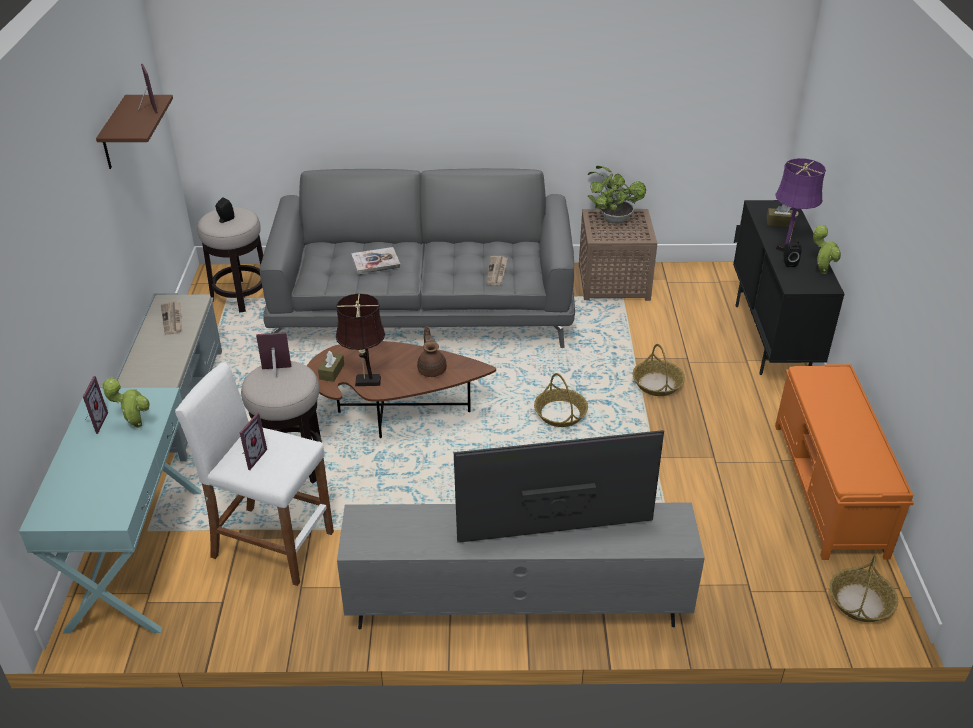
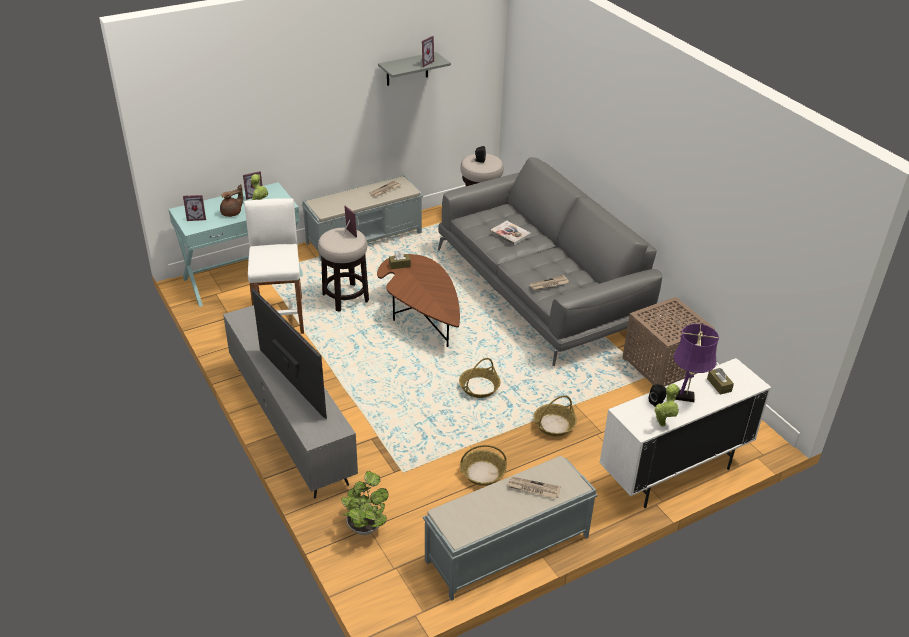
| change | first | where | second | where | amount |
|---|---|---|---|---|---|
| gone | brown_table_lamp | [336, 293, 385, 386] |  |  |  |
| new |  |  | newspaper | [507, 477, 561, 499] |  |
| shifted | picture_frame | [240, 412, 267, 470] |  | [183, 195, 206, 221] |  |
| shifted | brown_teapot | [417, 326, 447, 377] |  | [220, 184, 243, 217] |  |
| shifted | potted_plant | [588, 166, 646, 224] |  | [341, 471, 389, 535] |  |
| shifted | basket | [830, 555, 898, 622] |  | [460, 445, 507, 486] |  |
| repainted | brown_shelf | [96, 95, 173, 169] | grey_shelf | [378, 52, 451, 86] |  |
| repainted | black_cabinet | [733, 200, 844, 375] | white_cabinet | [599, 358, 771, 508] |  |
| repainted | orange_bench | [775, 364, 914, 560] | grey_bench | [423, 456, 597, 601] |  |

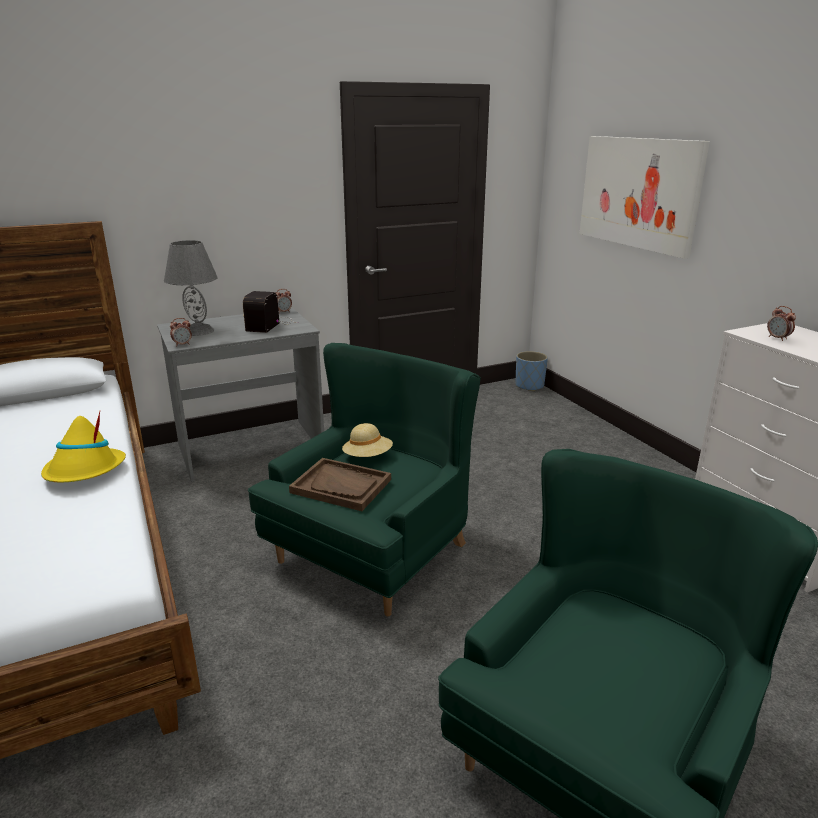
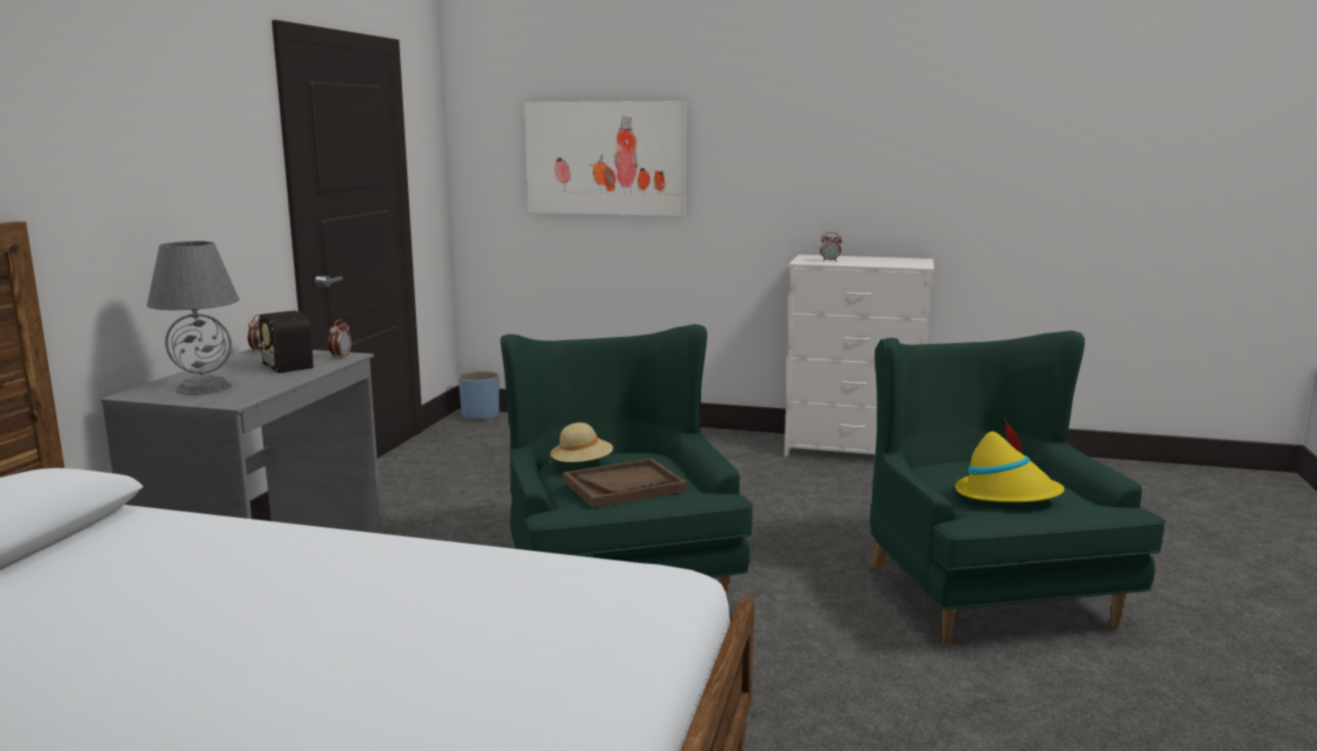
| change | first | where | second | where | amount |
|---|---|---|---|---|---|
| shifted | yellow_hat | [41, 411, 126, 482] |  | [955, 419, 1064, 502] |  |
| shifted | alarm_clock | [170, 318, 192, 346] |  | [328, 320, 352, 359] |  |

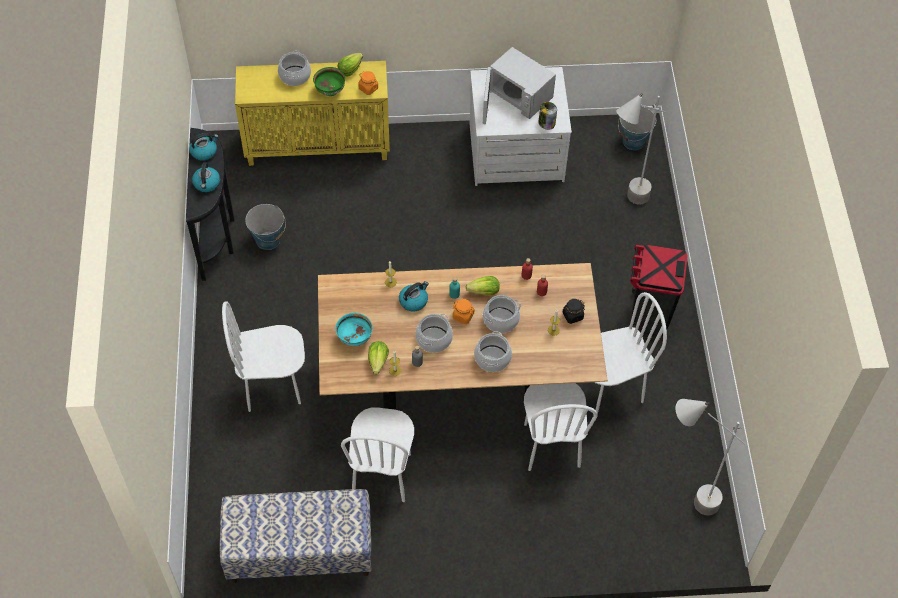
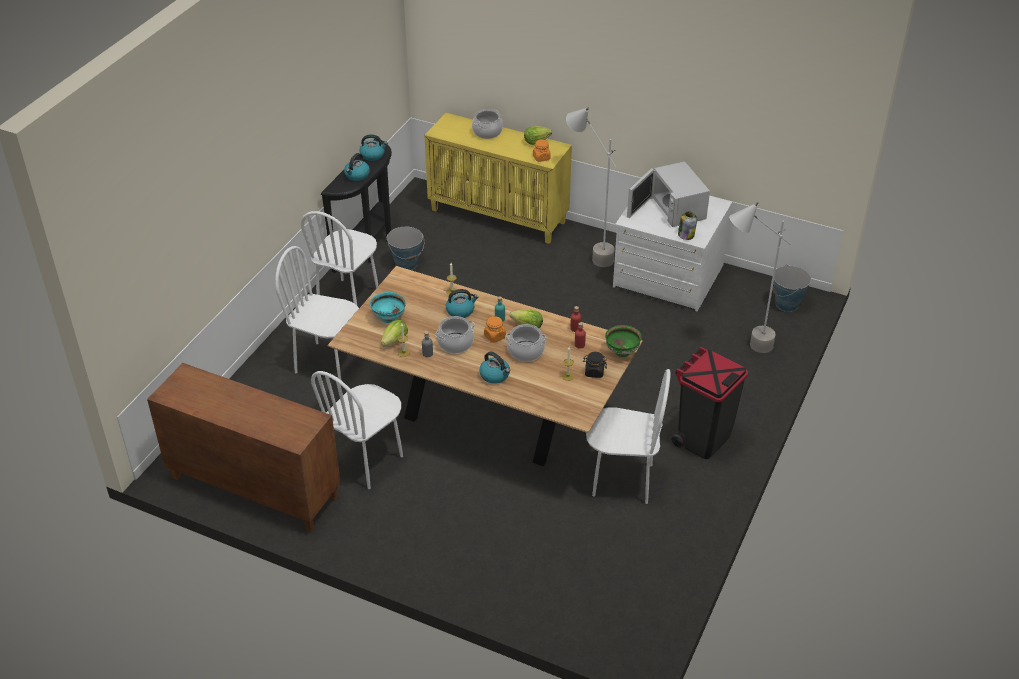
| change | first | where | second | where | amount |
|---|---|---|---|---|---|
| shifted | green_bowl | [313, 67, 345, 96] |  | [605, 325, 642, 357] |  |
| shifted | white_chair | [524, 383, 597, 471] |  | [301, 211, 378, 305] |  |
| shifted | grey_floor_lamp | [676, 399, 745, 515] |  | [566, 108, 616, 267] |  |
| swapped | bench | [220, 489, 371, 583] | brown_cabinet | [147, 363, 341, 532] |  |
| swapped | cooking_pot | [474, 331, 512, 372] | kettle | [479, 352, 510, 384] |  |

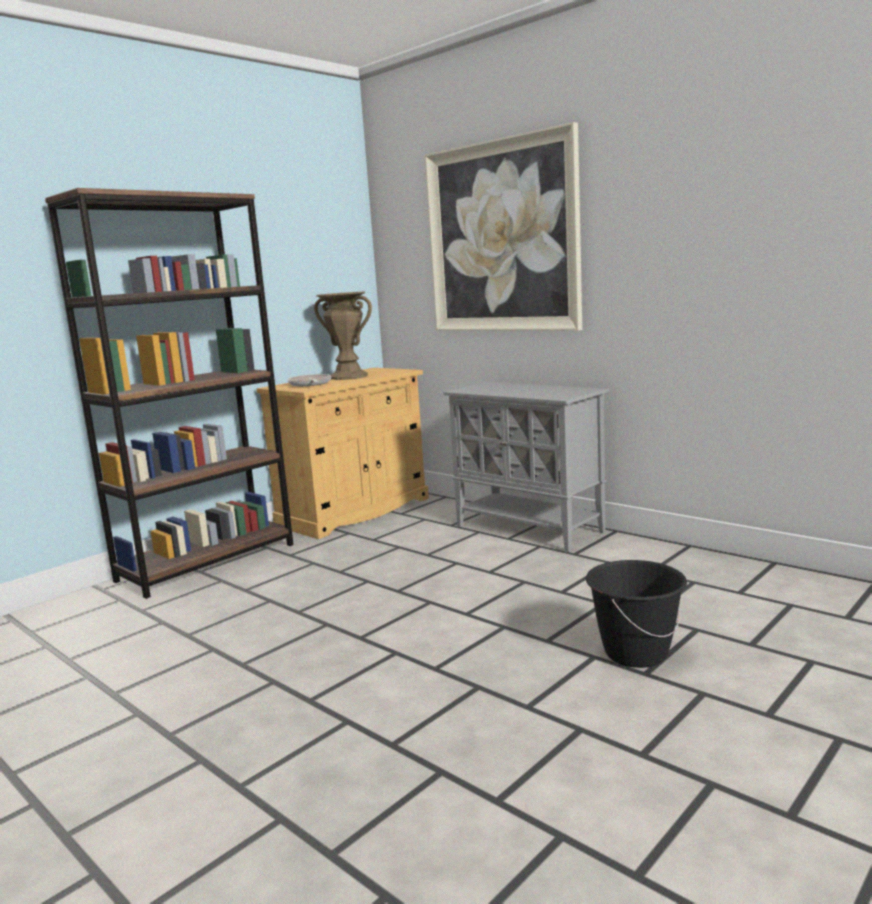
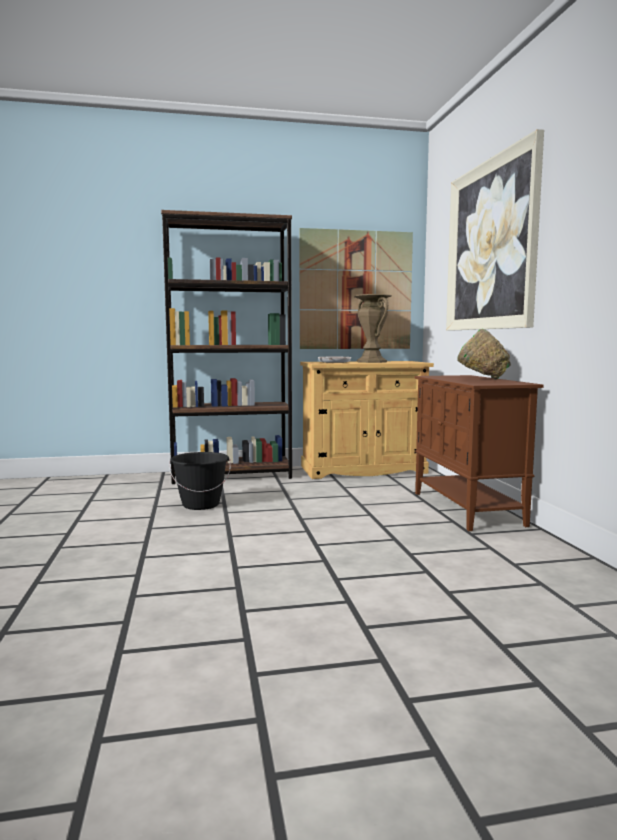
| change | first | where | second | where | amount |
|---|---|---|---|---|---|
| new |  |  | picture | [300, 228, 413, 349] |  |
| new |  |  | green_bowl | [457, 329, 511, 380] |  |
| shifted | black_bucket | [586, 560, 687, 668] |  | [169, 452, 231, 510] |  |
| repainted | grey_cabinet | [443, 382, 609, 552] | brown_cabinet | [414, 375, 544, 531] |  |

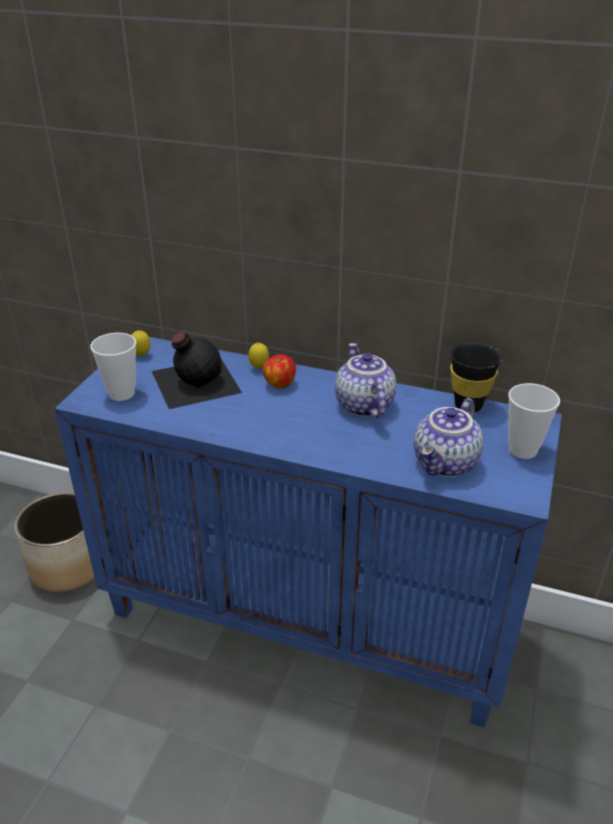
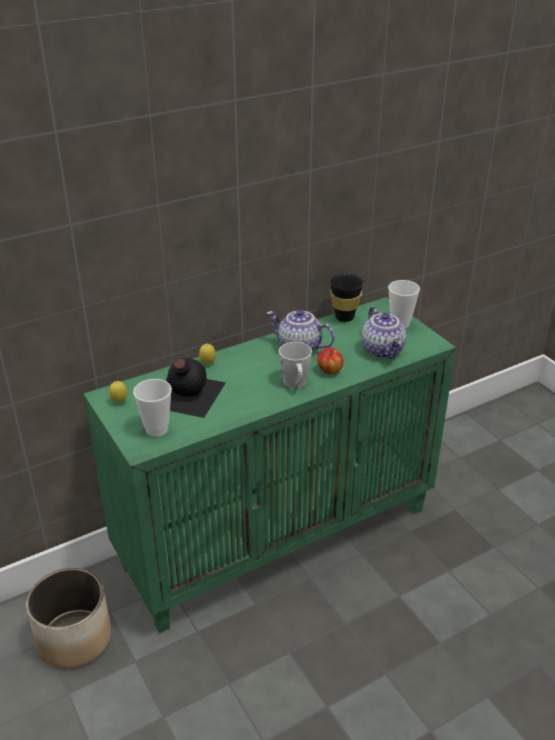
| change | first | where | second | where | amount |
|---|---|---|---|---|---|
| new |  |  | grey_mug | [279, 342, 312, 388] |  |
| shifted | apple | [263, 354, 296, 389] |  | [317, 348, 344, 374] |  |
| repainted | blue_cabinet | [54, 337, 562, 727] | green_cabinet | [84, 297, 456, 633] |  |

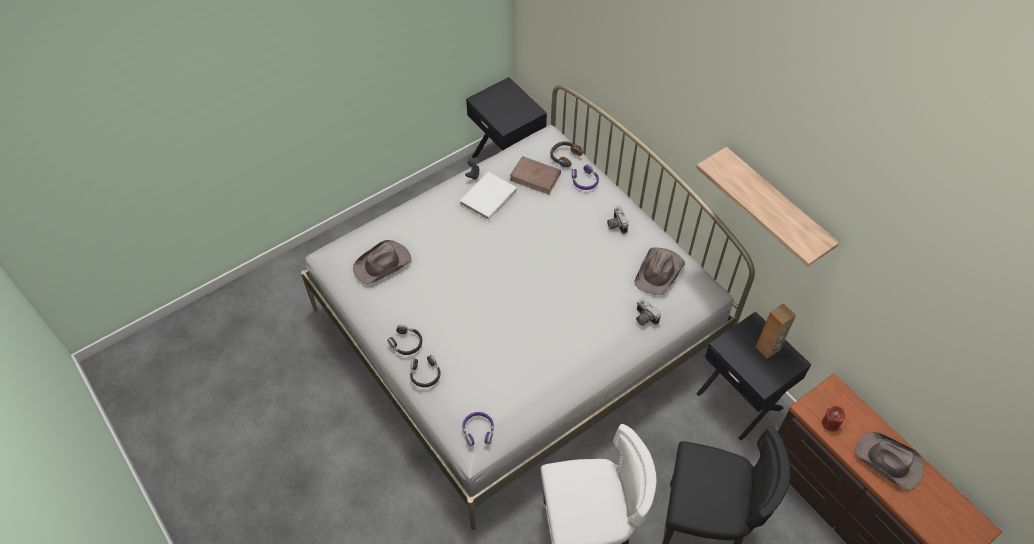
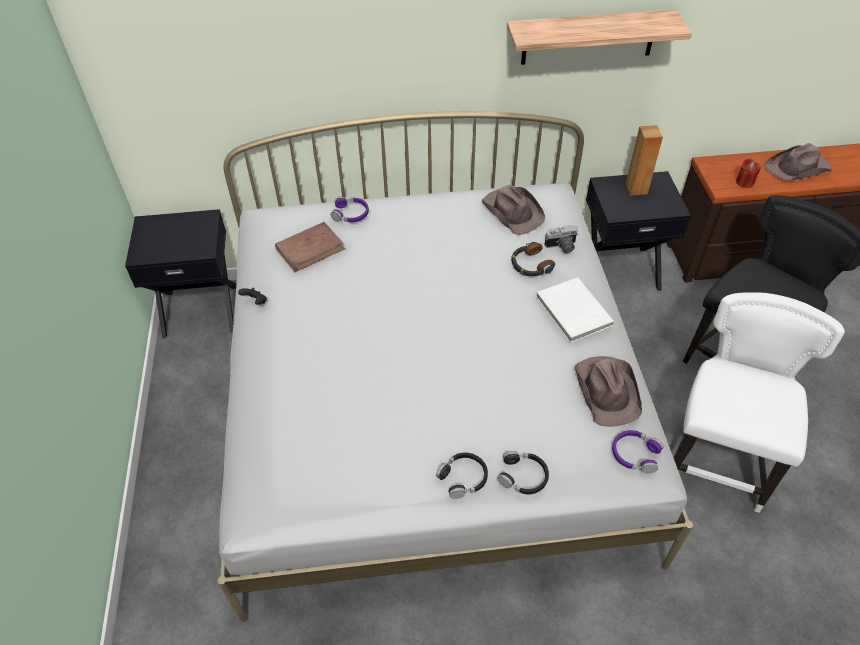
| change | first | where | second | where | amount |
|---|---|---|---|---|---|
| gone | photo_camera | [607, 206, 629, 234] |  |  |  |
| shifted | brown_hat | [353, 240, 412, 284] |  | [575, 356, 642, 427] |  |
| shifted | white_book | [460, 172, 517, 220] |  | [536, 277, 614, 343] |  |
| shifted | headphones | [550, 141, 583, 167] |  | [511, 242, 555, 277] |  |

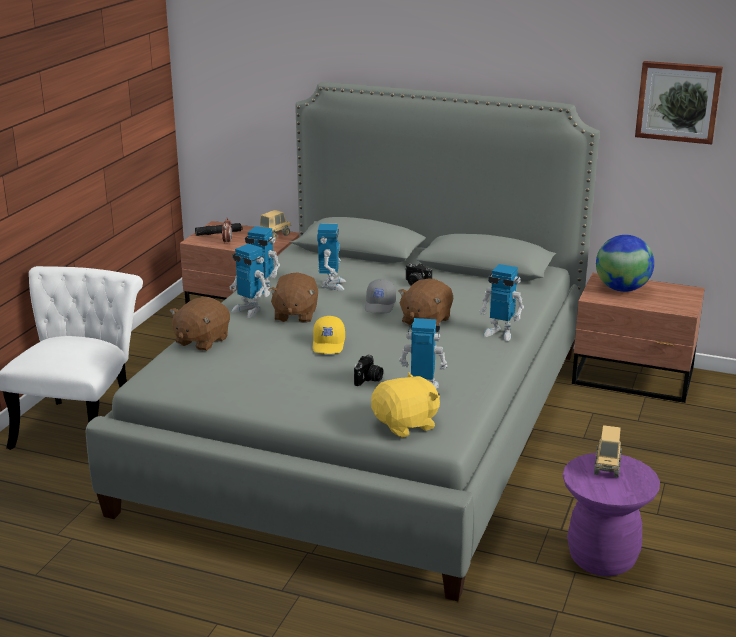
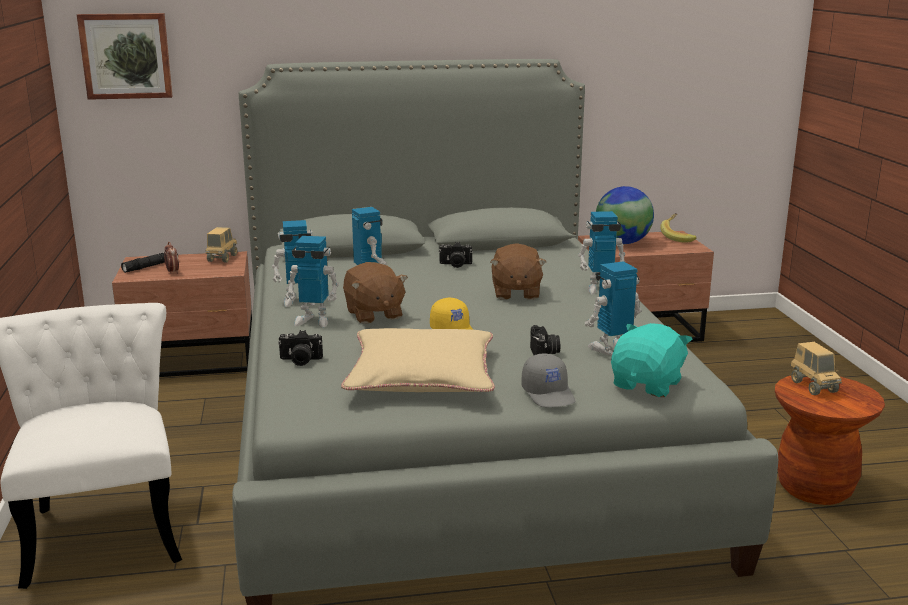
| change | first | where | second | where | amount |
|---|---|---|---|---|---|
| new |  |  | beige_pillow | [341, 328, 495, 392] |  |
| new |  |  | banana | [660, 213, 697, 242] |  |
| shifted | grey_cap | [365, 279, 396, 313] |  | [521, 353, 575, 407] |  |
| shifted | picture | [635, 61, 723, 144] |  | [77, 13, 173, 100] |  |
| swapped | brown_plush_toy | [170, 297, 230, 351] | photo_camera | [278, 330, 323, 366] |  |
| repainted | yellow_plush_toy | [371, 373, 440, 438] | turquoise_plush_toy | [611, 323, 692, 397] |  |
| repainted | purple_stool | [563, 453, 660, 576] | brown_stool | [775, 376, 885, 505] |  |

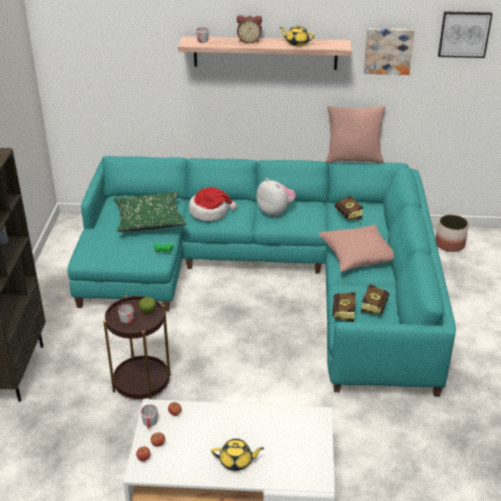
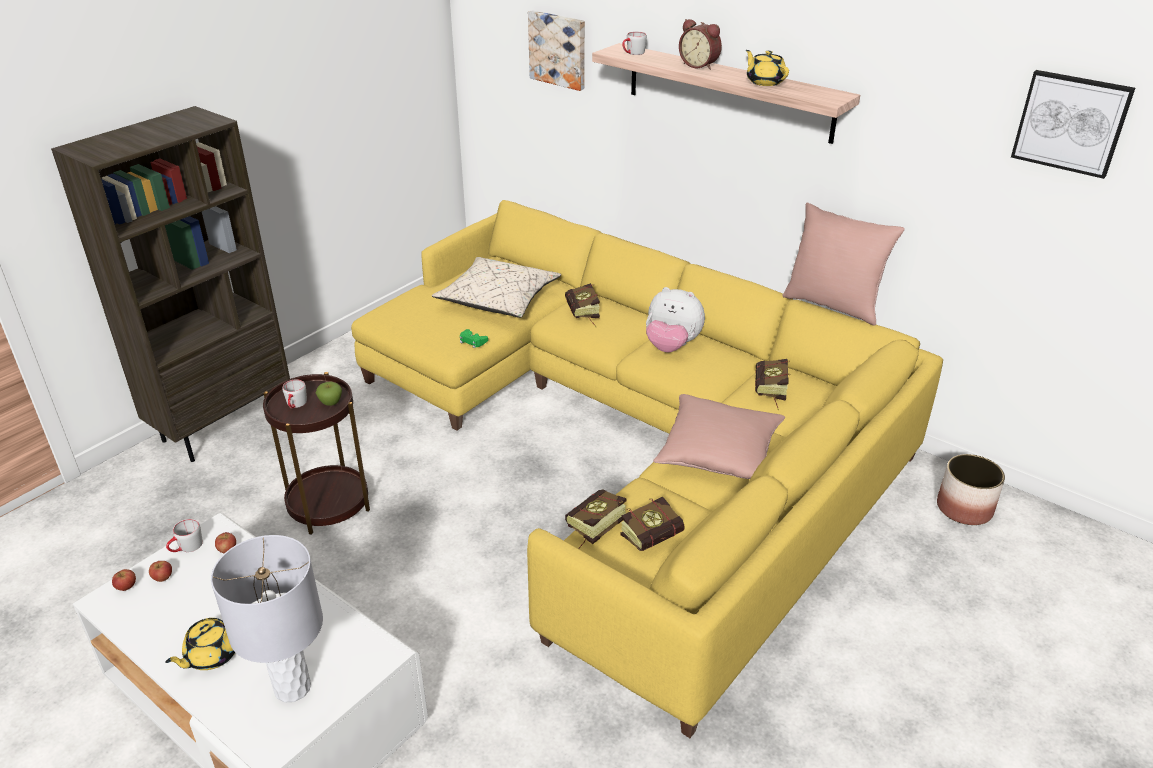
| change | first | where | second | where | amount |
|---|---|---|---|---|---|
| new |  |  | grey_table_lamp | [211, 535, 323, 703] |  |
| shifted | picture | [364, 28, 415, 75] |  | [528, 10, 585, 91] |  |
| swapped | hat | [189, 187, 237, 221] | book | [565, 283, 600, 327] |  |
| repainted | turquoise_sofa | [67, 156, 456, 397] | yellow_sofa | [351, 200, 943, 738] |  |
| repainted | green_pillow | [114, 192, 187, 232] | beige_pillow | [432, 257, 561, 318] |  |
| rotated | yellow_teapot | [211, 439, 264, 471] |  | [165, 618, 235, 670] | 90 degrees clockwise |
| rotated | plush_toy | [256, 178, 296, 217] |  | [646, 287, 705, 352] | 120 degrees clockwise |

